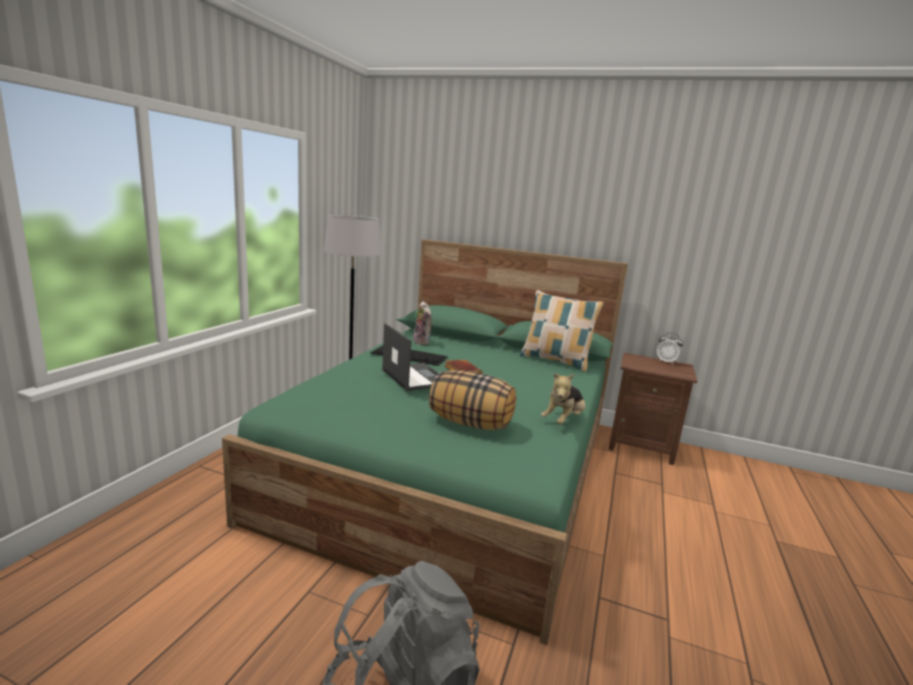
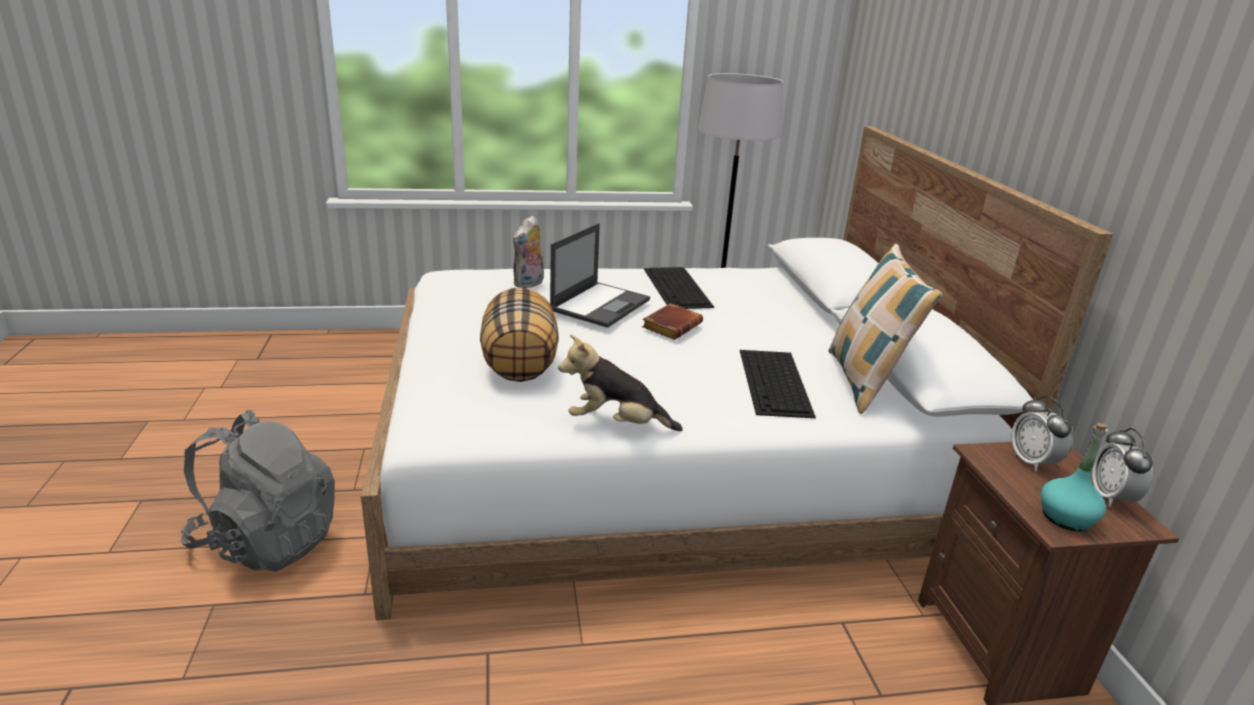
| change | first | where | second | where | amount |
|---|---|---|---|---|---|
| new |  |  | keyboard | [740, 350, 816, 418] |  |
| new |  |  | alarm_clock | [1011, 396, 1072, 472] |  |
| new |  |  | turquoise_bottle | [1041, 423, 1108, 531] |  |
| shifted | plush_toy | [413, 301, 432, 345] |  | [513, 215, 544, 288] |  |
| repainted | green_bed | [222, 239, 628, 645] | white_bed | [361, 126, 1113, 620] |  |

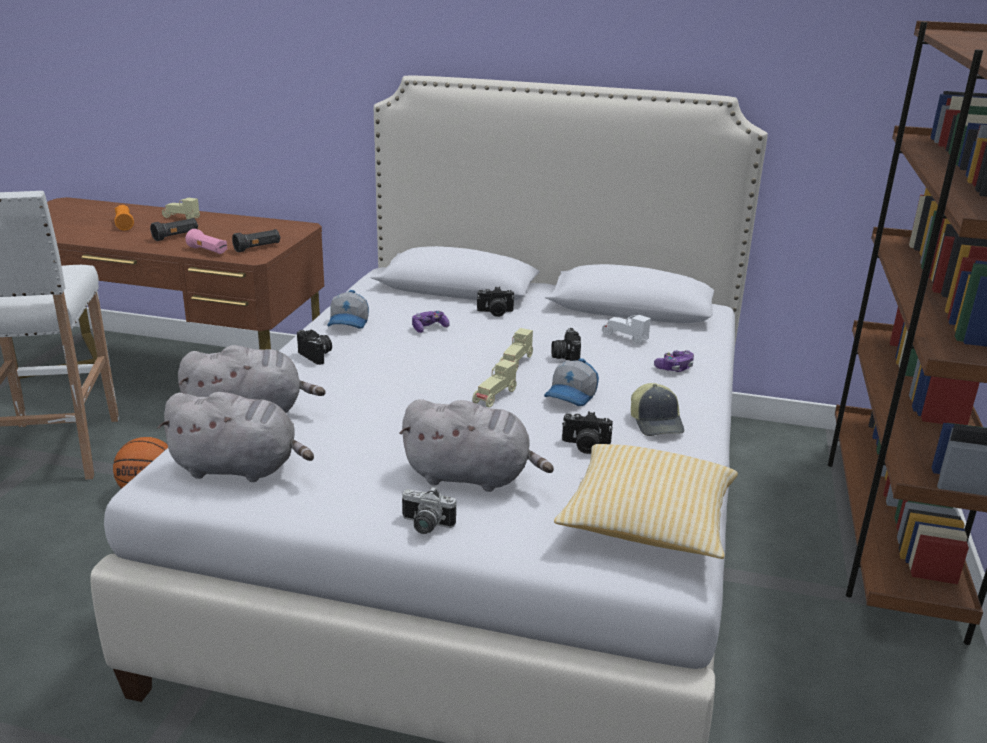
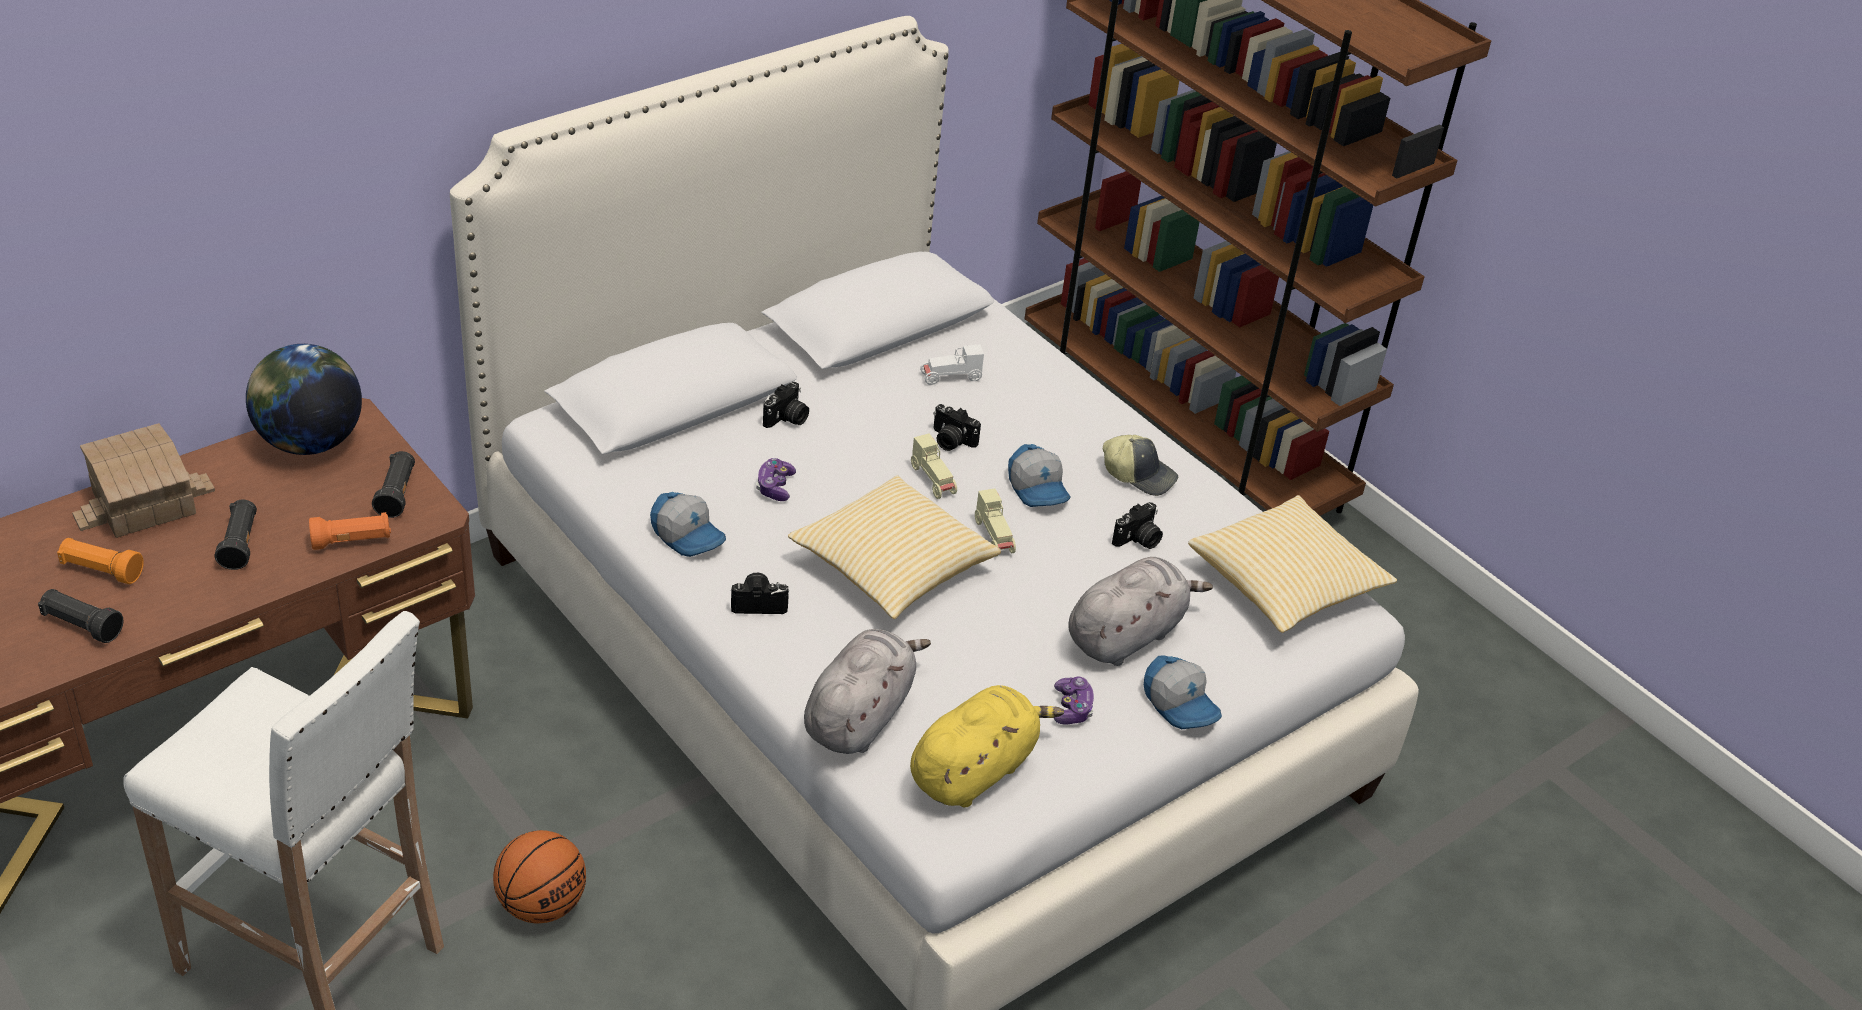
| change | first | where | second | where | amount |
|---|---|---|---|---|---|
| new |  |  | black_flashlight | [38, 589, 123, 643] |  |
| new |  |  | globe | [246, 344, 362, 455] |  |
| new |  |  | pillow | [788, 475, 1001, 619] |  |
| shifted | game_controller | [654, 350, 694, 372] |  | [1054, 677, 1094, 724] |  |
| swapped | beige_toy_car | [162, 198, 200, 219] | toy_house | [72, 423, 215, 538] |  |
| swapped | photo_camera | [402, 486, 456, 534] | cap | [1144, 655, 1222, 729] |  |
| repainted | grey_plush_toy | [158, 392, 314, 482] | yellow_plush_toy | [910, 685, 1064, 807] |  |
| repainted | pink_flashlight | [185, 229, 227, 254] | orange_flashlight | [309, 512, 391, 550] |  |

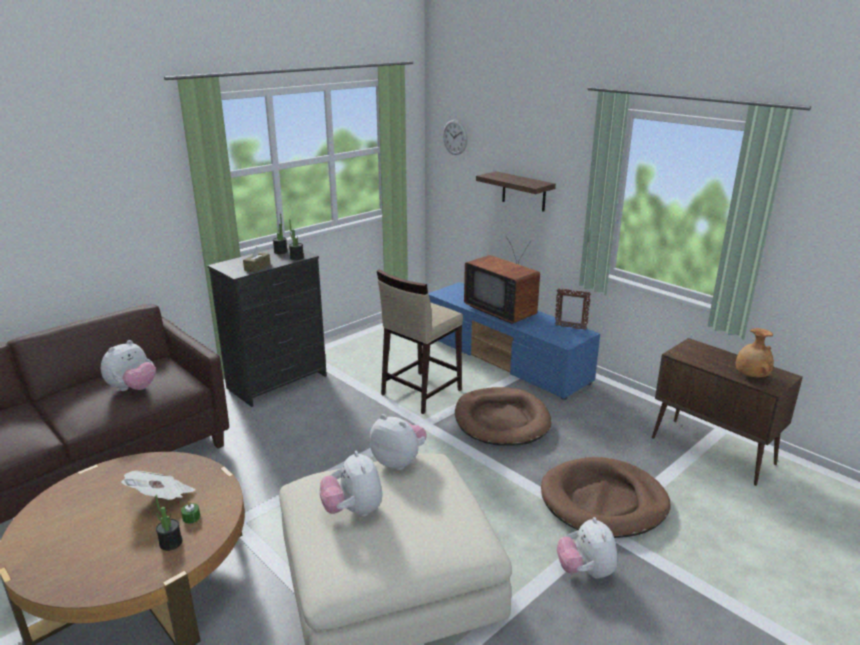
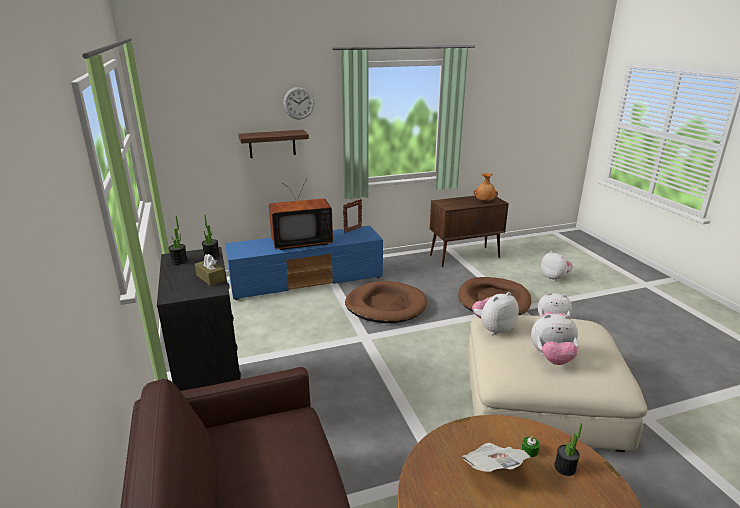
| change | first | where | second | where | amount |
|---|---|---|---|---|---|
| gone | beige_stool | [377, 269, 463, 414] |  |  |  |
| shifted | plush_toy | [101, 340, 156, 391] |  | [541, 251, 573, 282] |  |
| shifted | wall_clock | [443, 120, 468, 155] |  | [283, 87, 315, 119] |  |

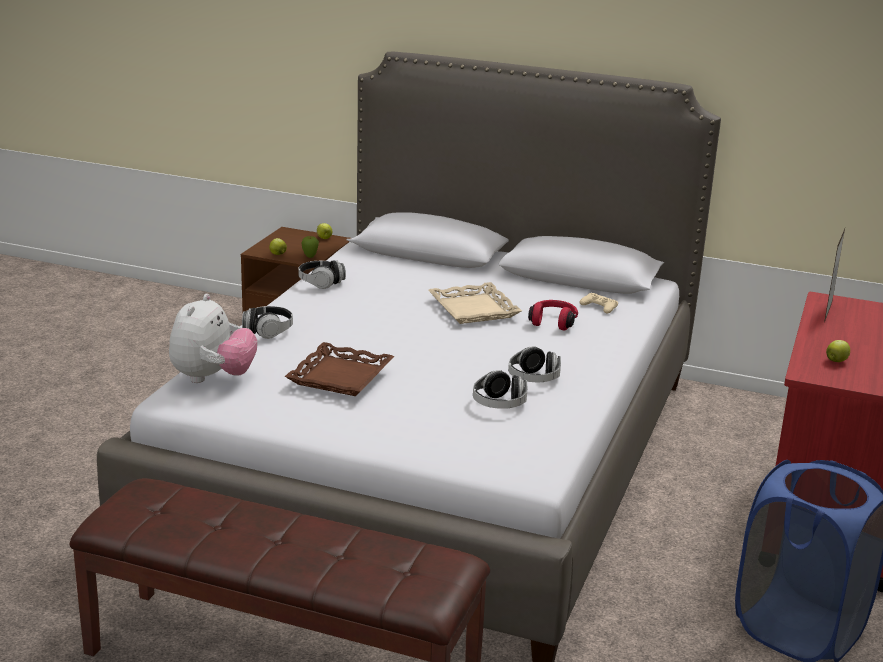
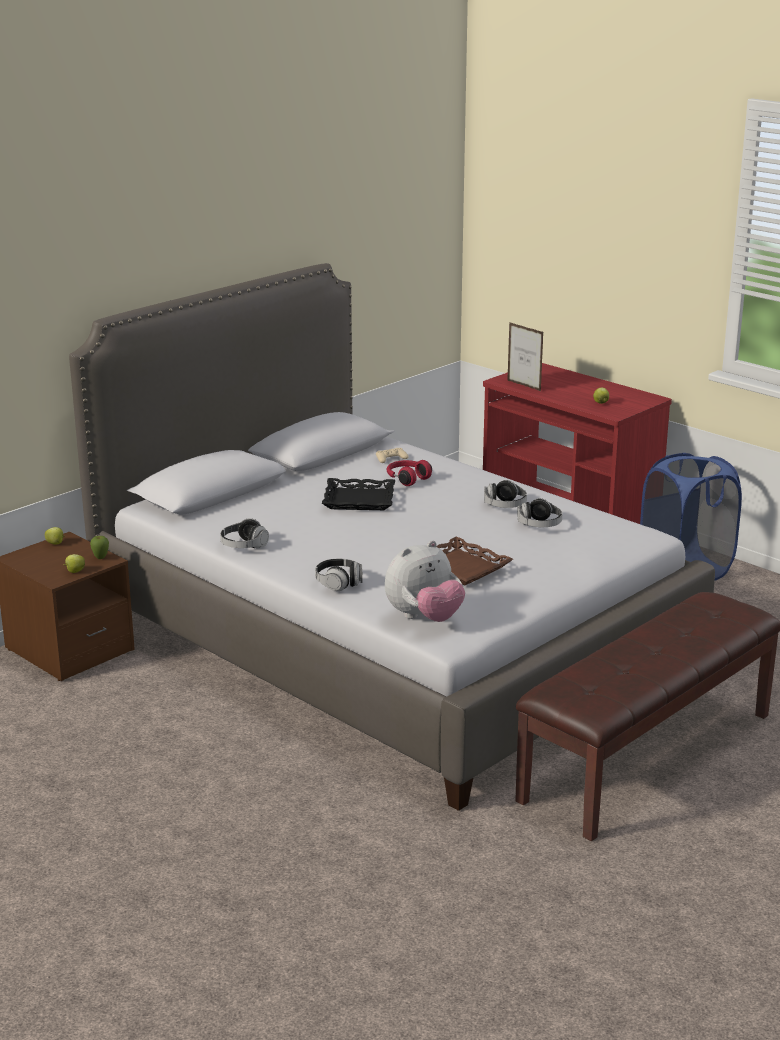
| change | first | where | second | where | amount |
|---|---|---|---|---|---|
| repainted | beige_tray | [428, 282, 522, 324] | black_tray | [322, 478, 395, 510] |  |
| rotated | plush_toy | [169, 294, 258, 383] |  | [385, 540, 465, 622] | 105 degrees clockwise |

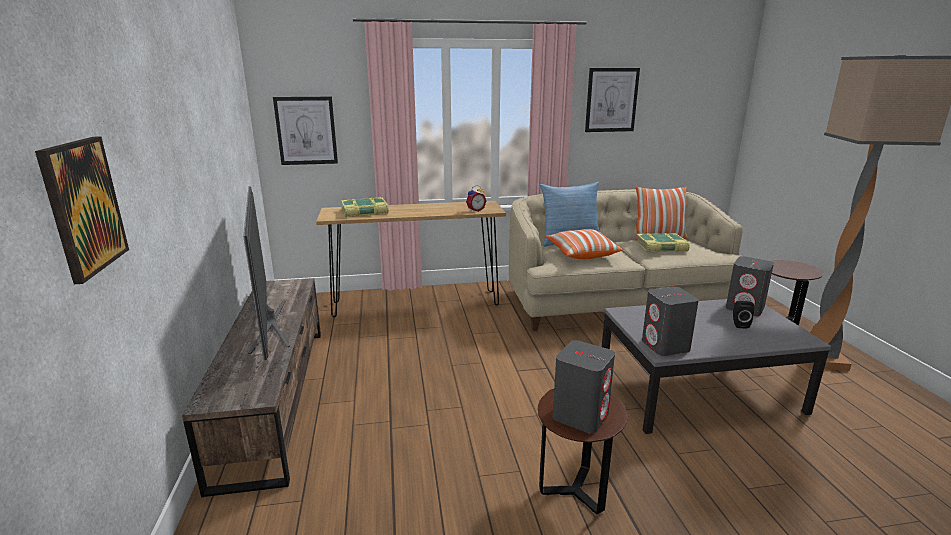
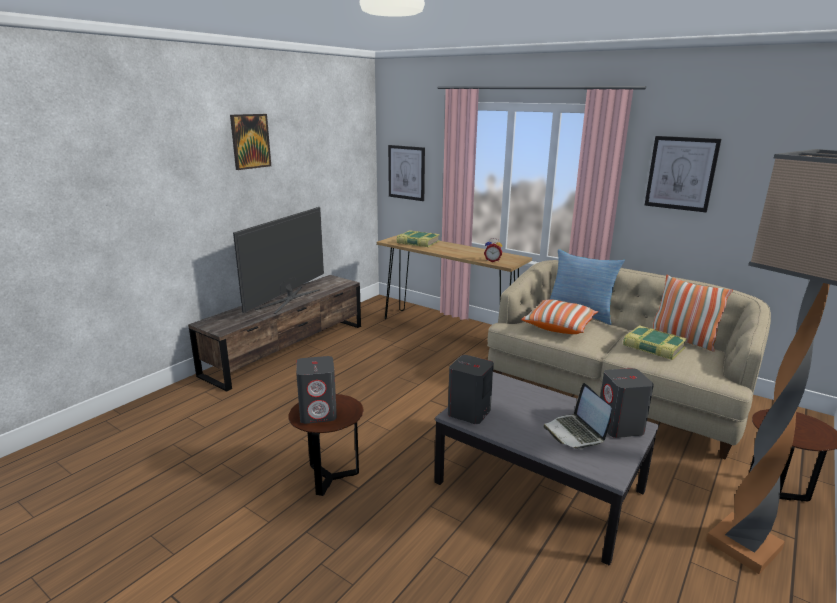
| change | first | where | second | where | amount |
|---|---|---|---|---|---|
| shifted | picture | [35, 137, 129, 284] |  | [230, 114, 271, 170] |  |
| swapped | black_speaker | [733, 301, 754, 329] | laptop | [543, 383, 612, 450] |  |

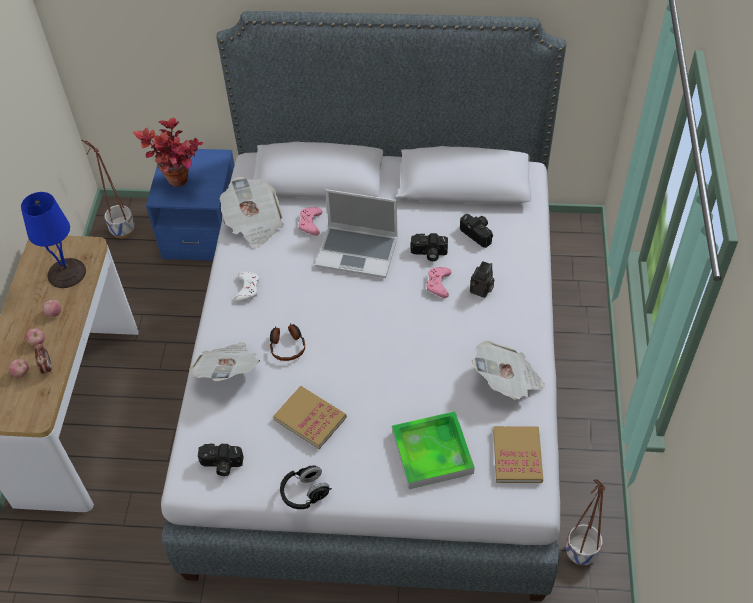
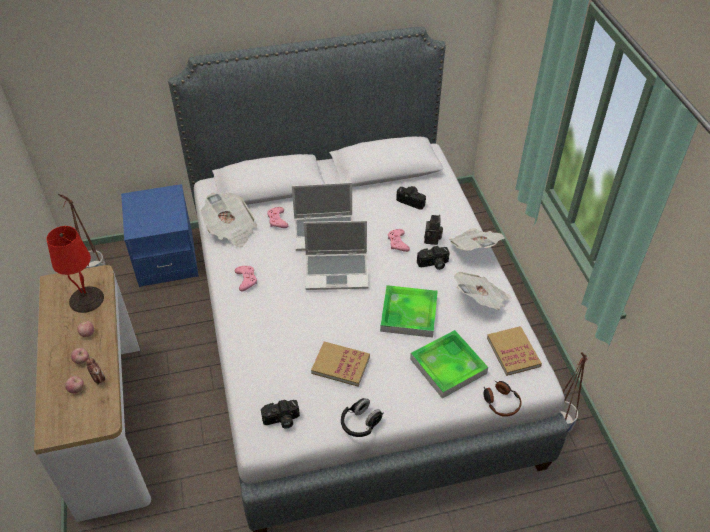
| change | first | where | second | where | amount |
|---|---|---|---|---|---|
| gone | potted_plant | [133, 118, 204, 187] |  |  |  |
| new |  |  | laptop | [304, 221, 368, 290] |  |
| new |  |  | tray | [380, 285, 438, 338] |  |
| shifted | newspaper | [189, 342, 260, 381] |  | [449, 228, 505, 251] |  |
| shifted | headphones | [270, 323, 305, 361] |  | [484, 381, 522, 417] |  |
| shifted | photo_camera | [411, 233, 448, 261] |  | [417, 246, 450, 270] |  |
| repainted | blue_table_lamp | [21, 192, 86, 288] | red_table_lamp | [46, 226, 104, 313] |  |
| repainted | white_game_controller | [234, 272, 259, 302] | pink_game_controller | [235, 266, 257, 291] |  |

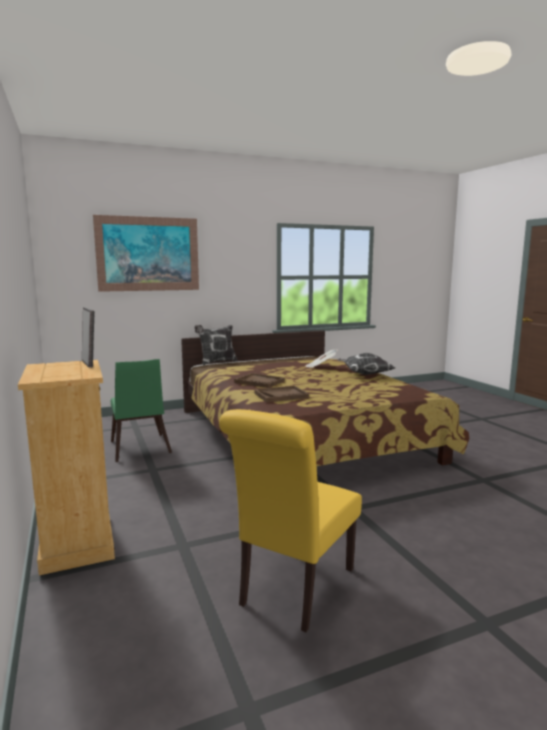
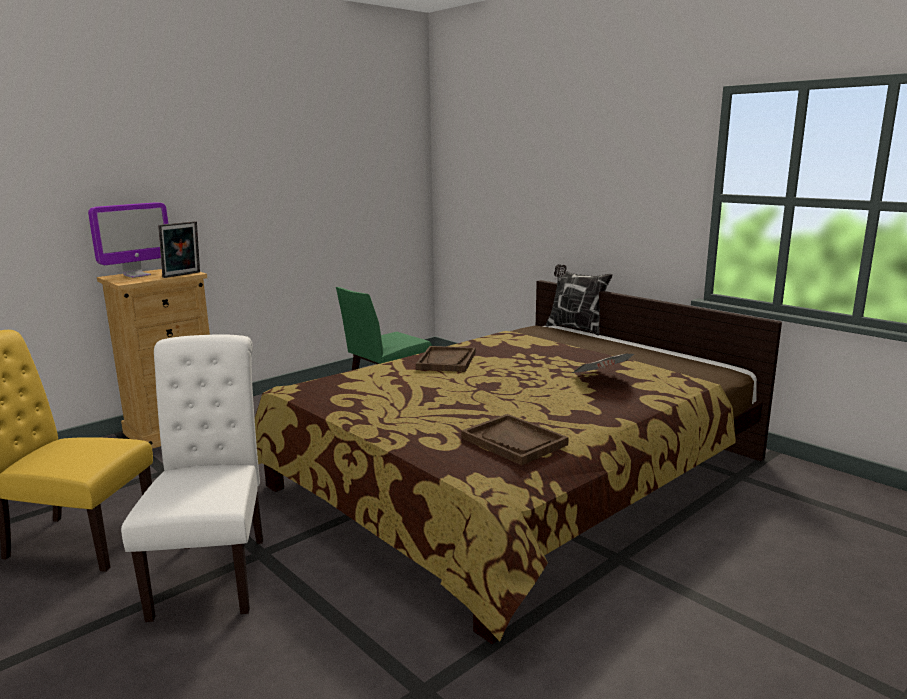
| change | first | where | second | where | amount |
|---|---|---|---|---|---|
| gone | picture | [93, 215, 199, 292] |  |  |  |
| gone | pillow | [338, 353, 395, 375] |  |  |  |
| new |  |  | monitor | [88, 202, 168, 278] |  |
| new |  |  | white_chair | [121, 334, 263, 622] |  |
| shifted | brown_tray | [254, 386, 309, 403] |  | [461, 414, 569, 465] |  |

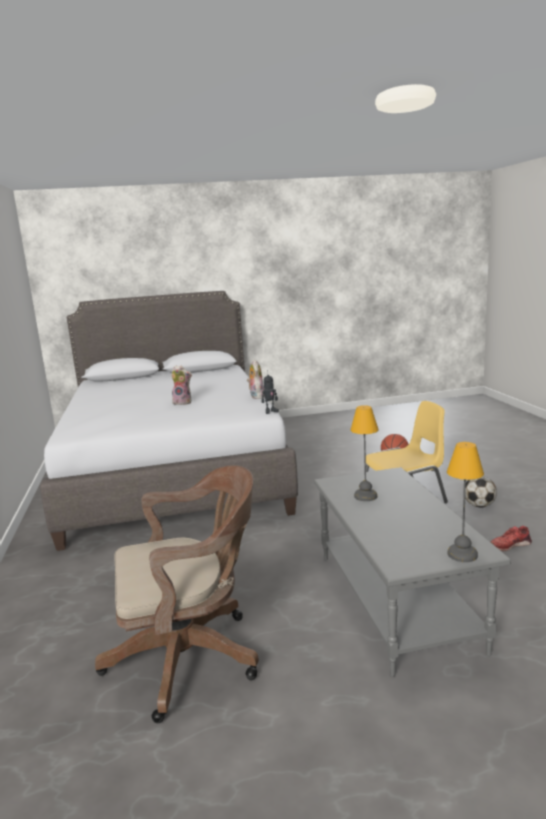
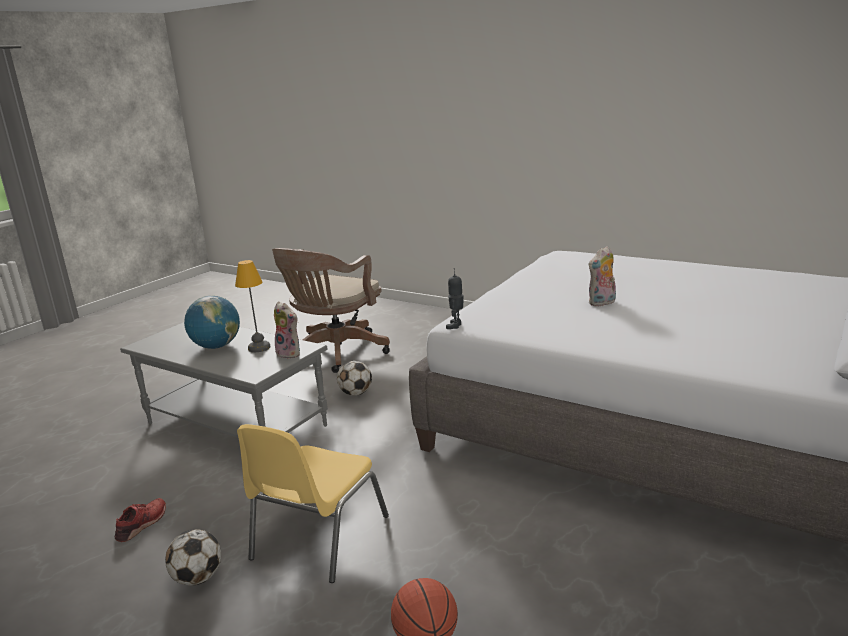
| change | first | where | second | where | amount |
|---|---|---|---|---|---|
| gone | table_lamp | [447, 442, 484, 562] |  |  |  |
| new |  |  | globe | [184, 296, 240, 349] |  |
| new |  |  | football | [337, 361, 372, 396] |  |
| shifted | plush_toy | [247, 359, 265, 399] |  | [273, 301, 300, 359] |  |

